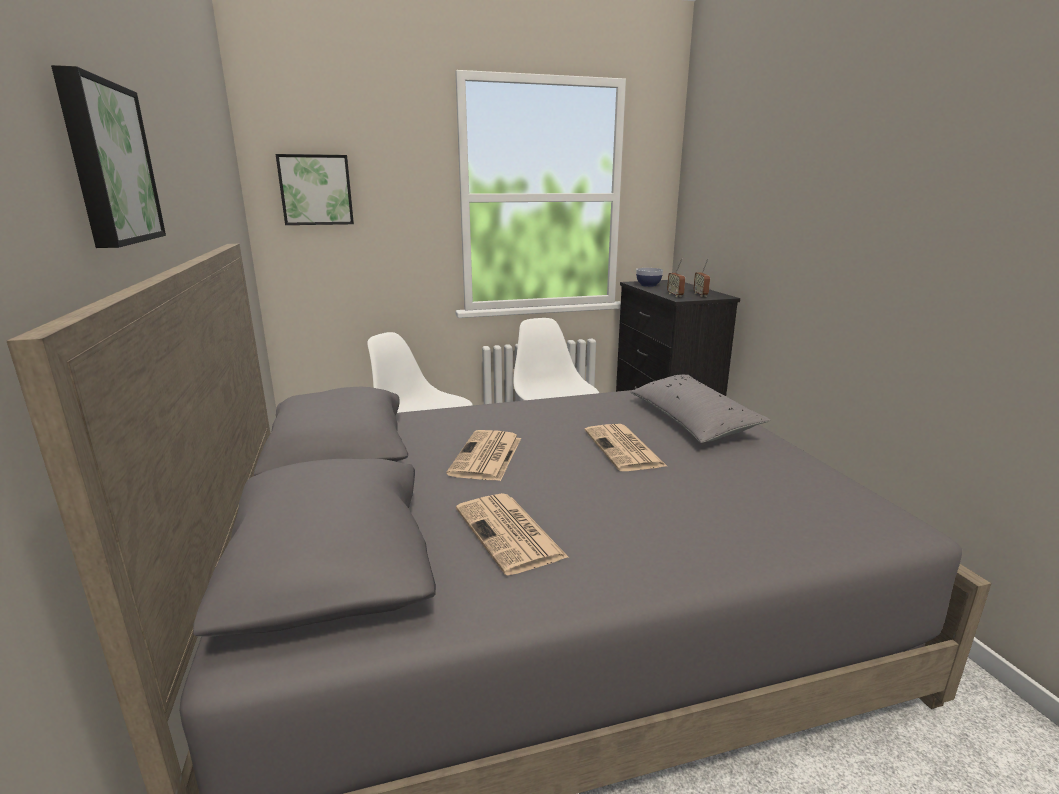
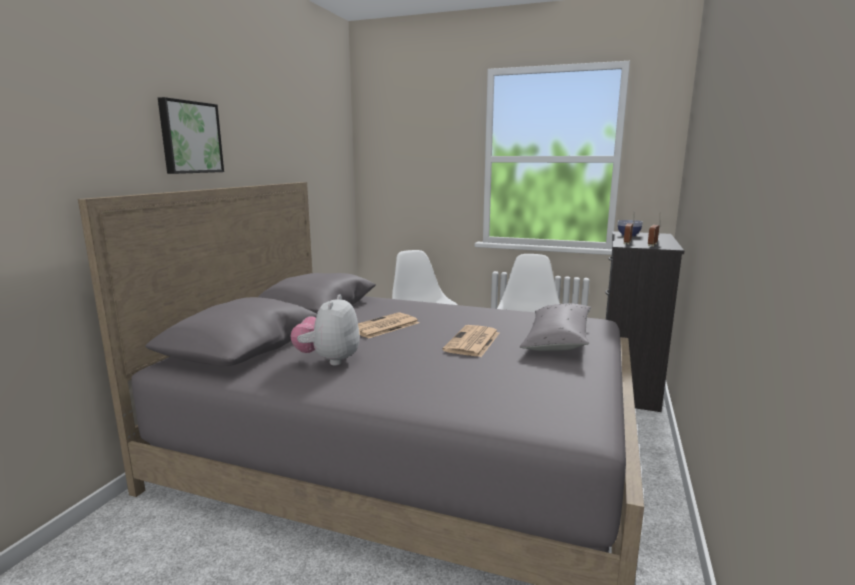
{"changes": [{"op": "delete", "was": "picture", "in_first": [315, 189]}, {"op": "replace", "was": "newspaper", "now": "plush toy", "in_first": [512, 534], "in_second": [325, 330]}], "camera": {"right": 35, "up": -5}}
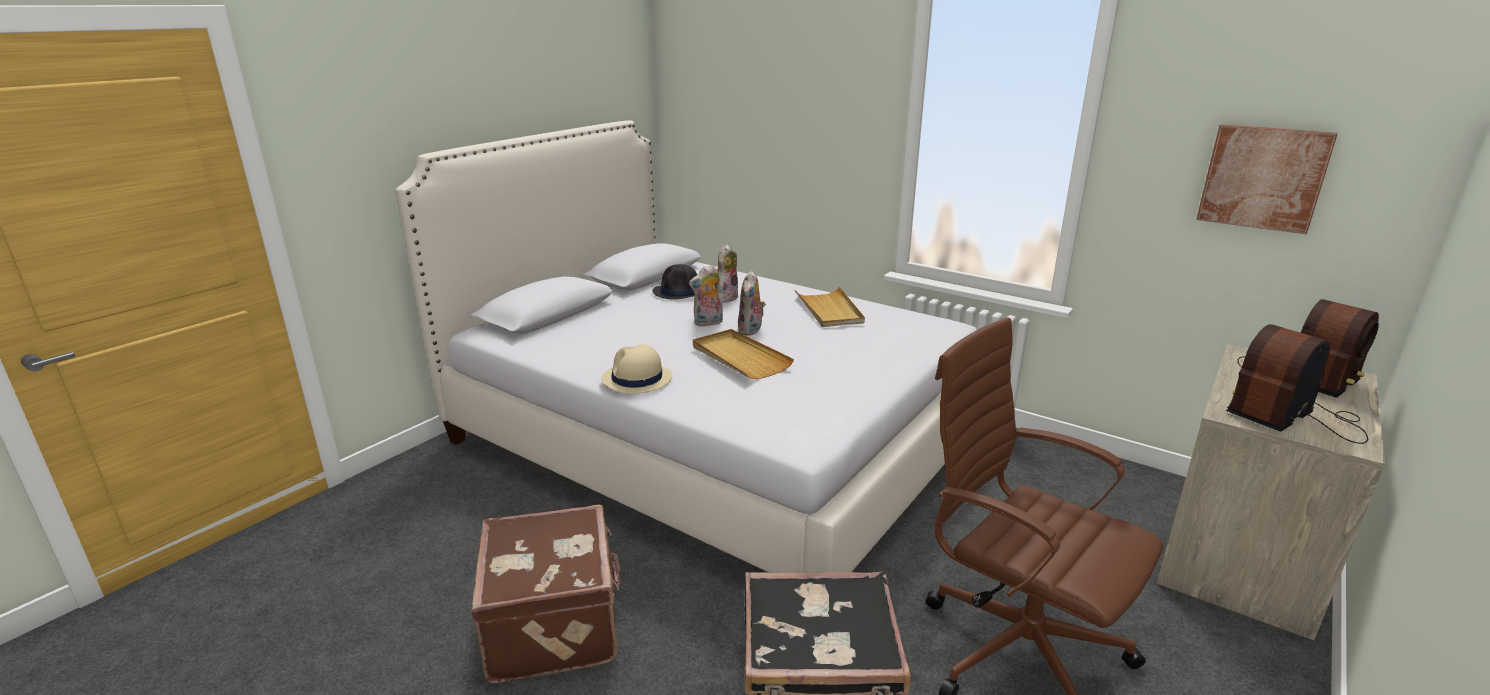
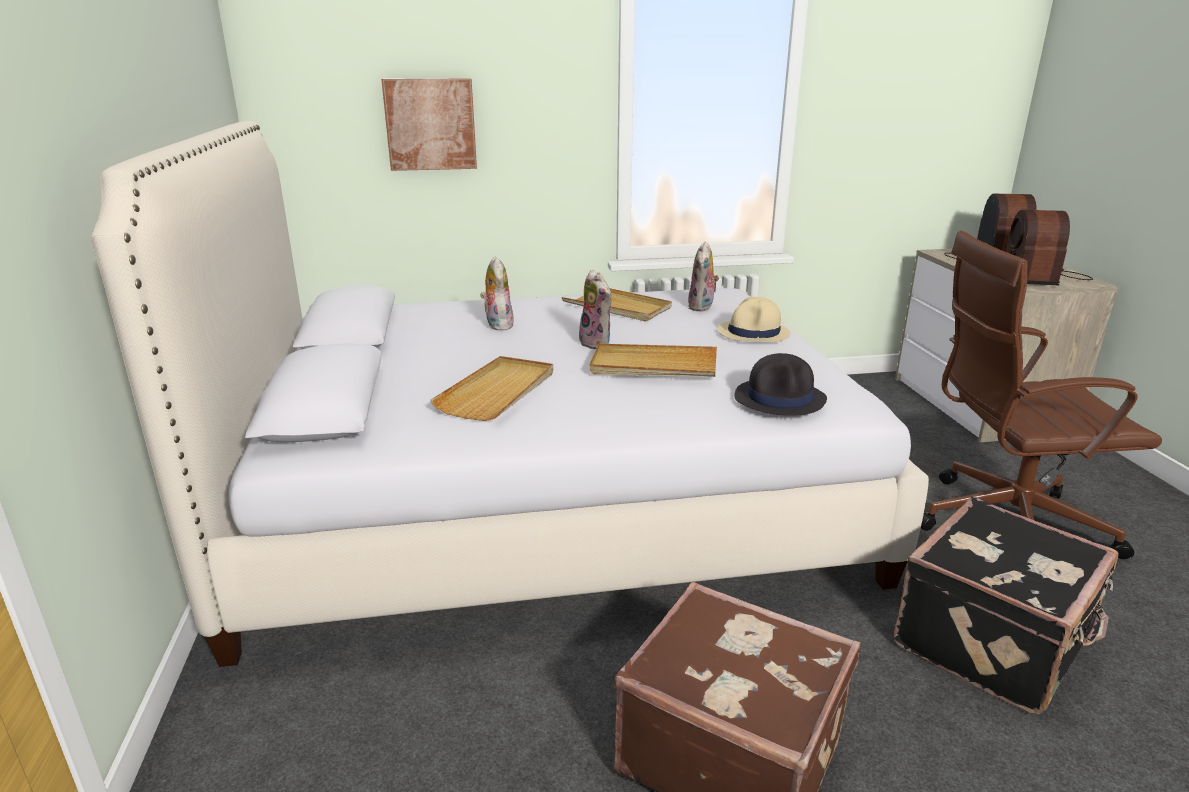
{"changes": [{"op": "insert", "now": "tray (beige)", "in_second": [492, 388]}, {"op": "move", "was": "hat (beige)", "in_first": [636, 369], "in_second": [754, 319]}, {"op": "move", "was": "hat (black)", "in_first": [674, 282], "in_second": [781, 384]}, {"op": "move", "was": "plush toy", "in_first": [706, 296], "in_second": [703, 276]}, {"op": "move", "was": "picture", "in_first": [1267, 179], "in_second": [429, 124]}], "camera": {"right": -45, "up": 0}}
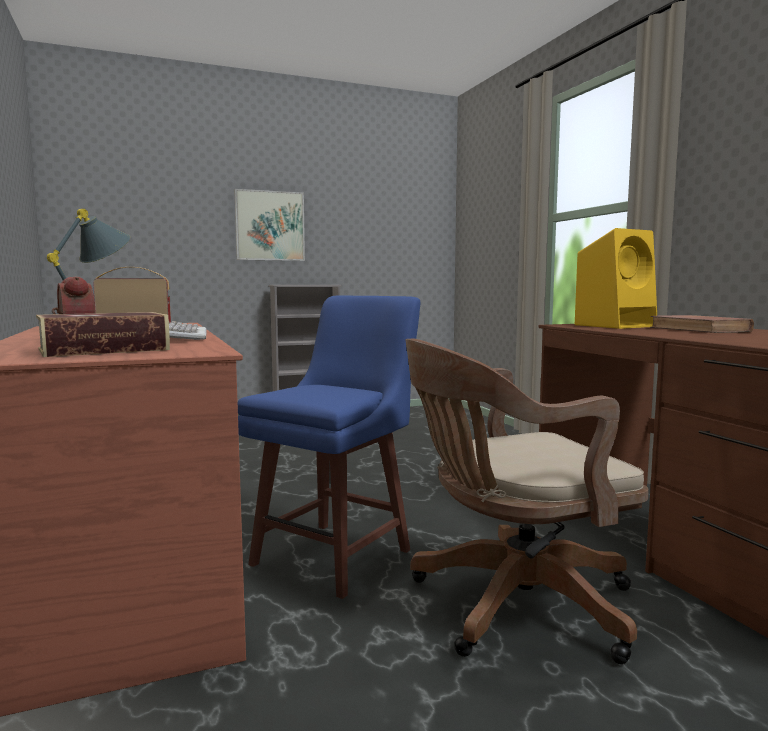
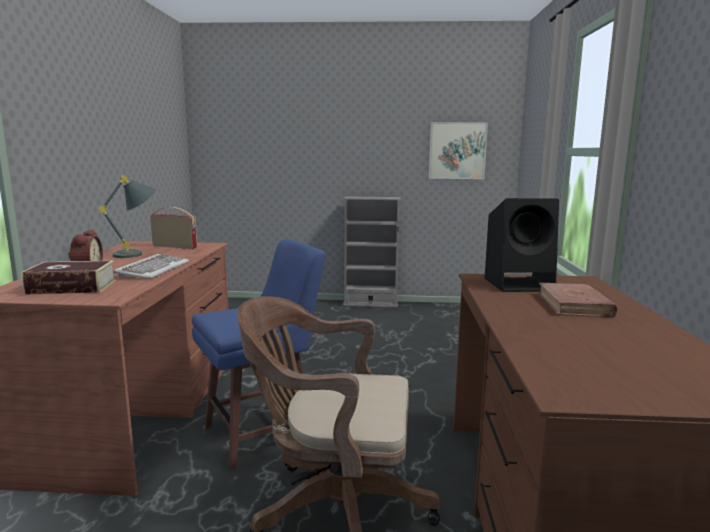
{"changes": [{"op": "move", "was": "picture", "in_first": [269, 225], "in_second": [458, 150]}, {"op": "recolor", "was": "speaker (yellow)", "now": "speaker (black)", "in_first": [616, 278], "in_second": [522, 245]}], "camera": {"right": 25, "up": 5}}
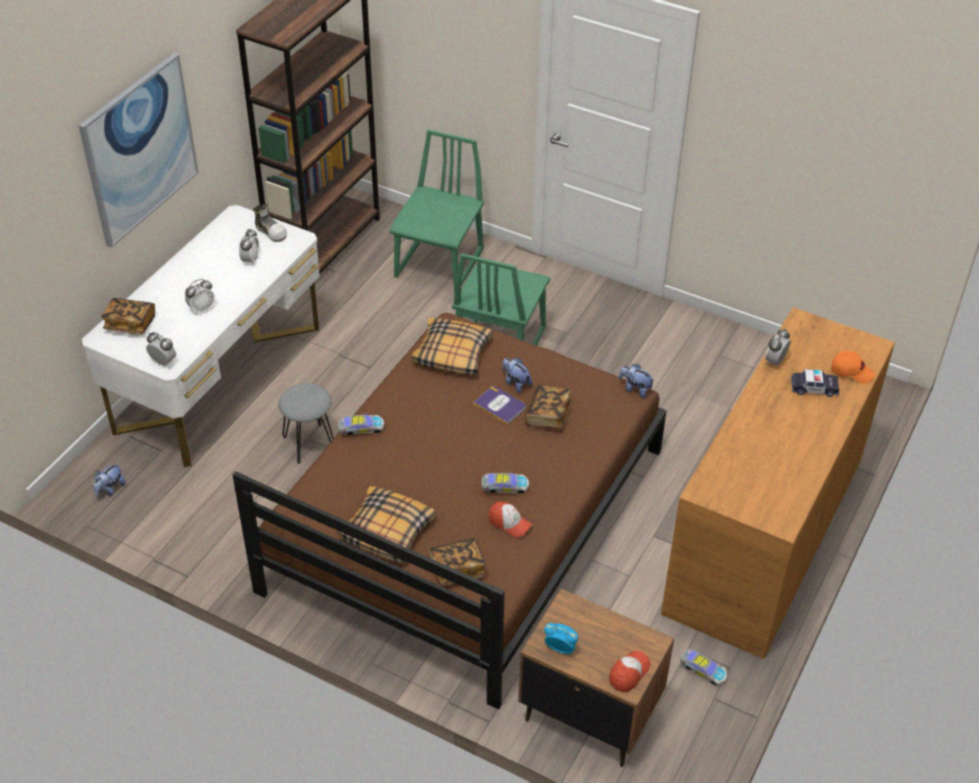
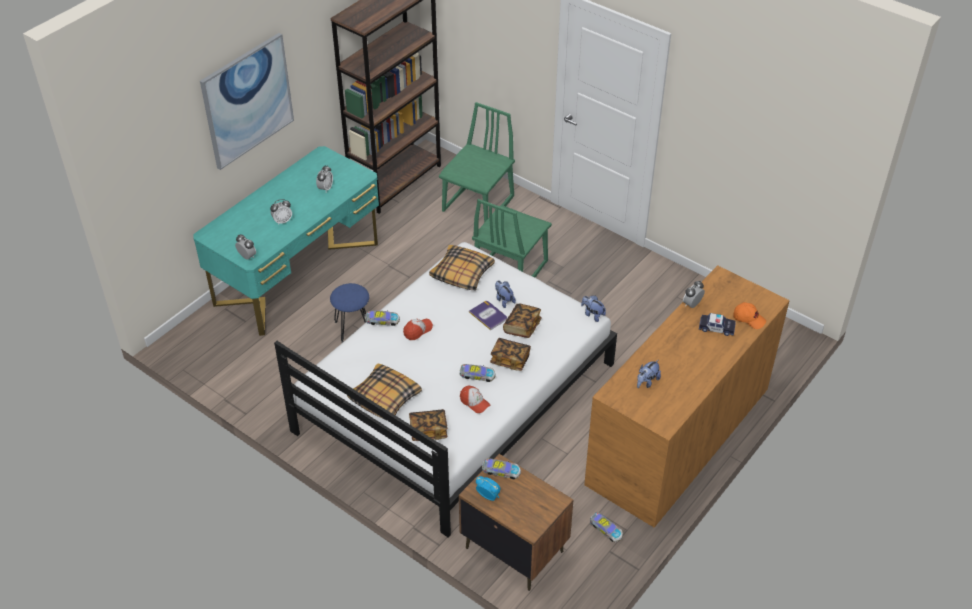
{"changes": [{"op": "delete", "was": "shoe", "in_first": [270, 223]}, {"op": "insert", "now": "toy car", "in_second": [501, 468]}, {"op": "move", "was": "plush toy", "in_first": [109, 480], "in_second": [649, 374]}, {"op": "move", "was": "book", "in_first": [128, 316], "in_second": [510, 354]}, {"op": "move", "was": "cap", "in_first": [629, 671], "in_second": [418, 329]}, {"op": "recolor", "was": "desk (white)", "now": "desk (turquoise)", "in_first": [201, 336], "in_second": [286, 241]}, {"op": "recolor", "was": "bed (brown)", "now": "bed (white)", "in_first": [450, 511], "in_second": [445, 390]}, {"op": "recolor", "was": "stool (grey)", "now": "stool (blue)", "in_first": [306, 423], "in_second": [349, 313]}], "camera": {"right": 10, "up": 0}}
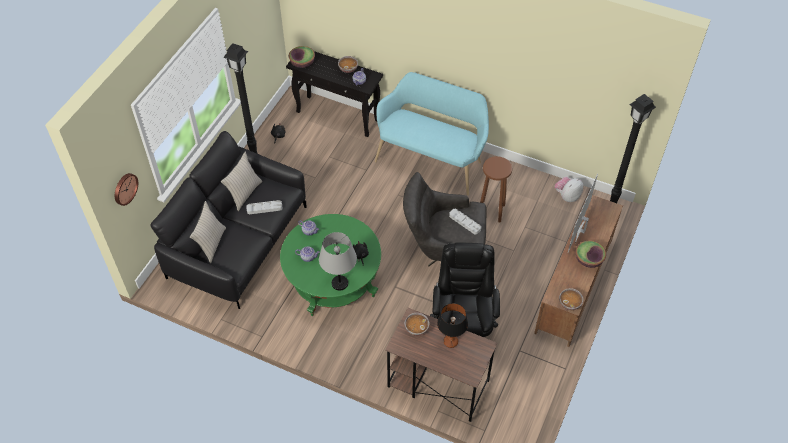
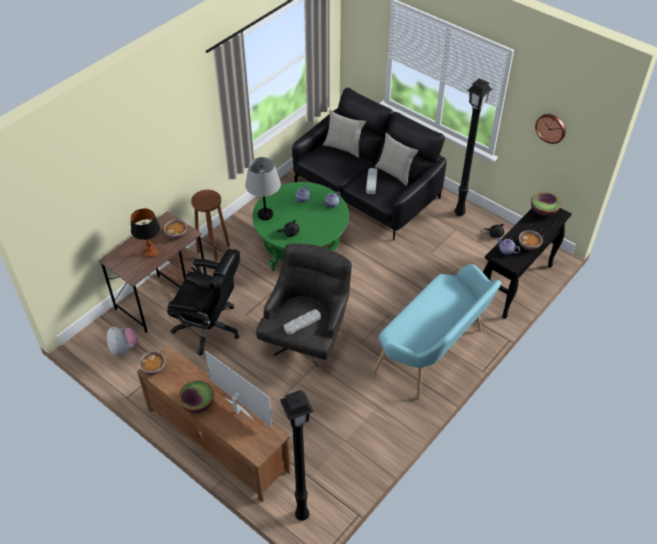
{"changes": [{"op": "move", "was": "wall clock", "in_first": [126, 189], "in_second": [550, 129]}, {"op": "move", "was": "stool (brown)", "in_first": [496, 189], "in_second": [210, 225]}, {"op": "move", "was": "plush toy", "in_first": [569, 189], "in_second": [123, 341]}], "camera": {"right": 105, "up": -5}}
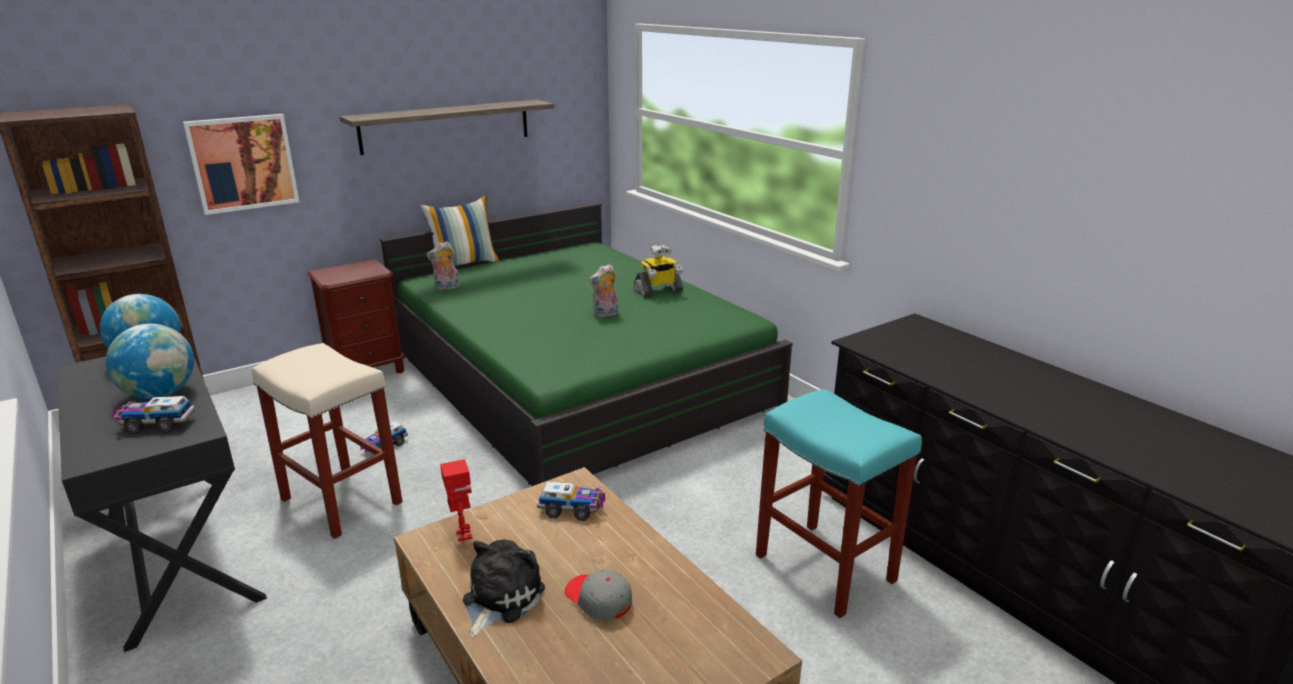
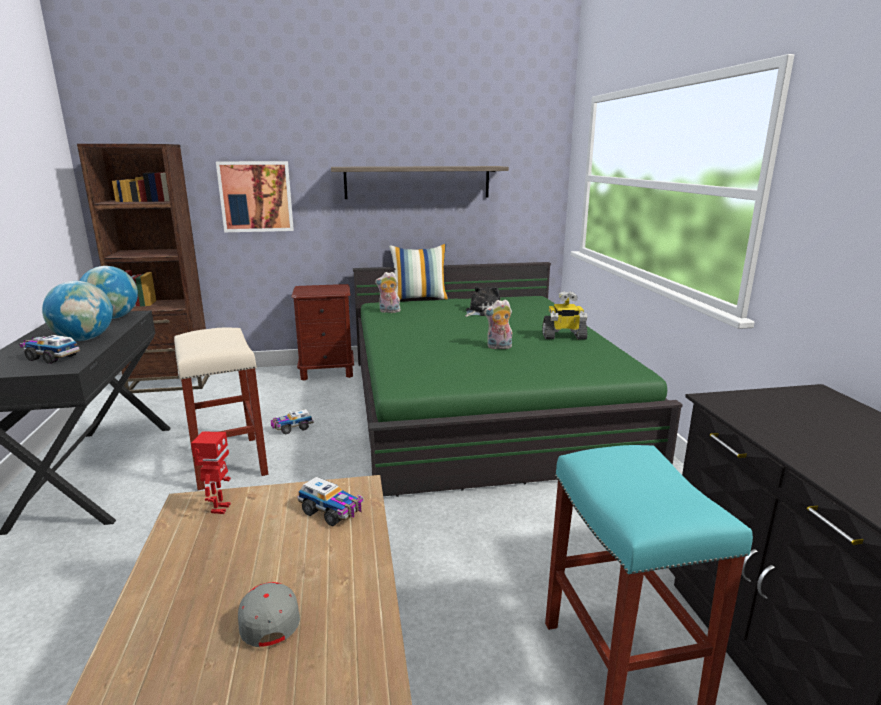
{"changes": [{"op": "move", "was": "plush toy", "in_first": [504, 588], "in_second": [482, 301]}], "camera": {"right": 25, "up": -5}}
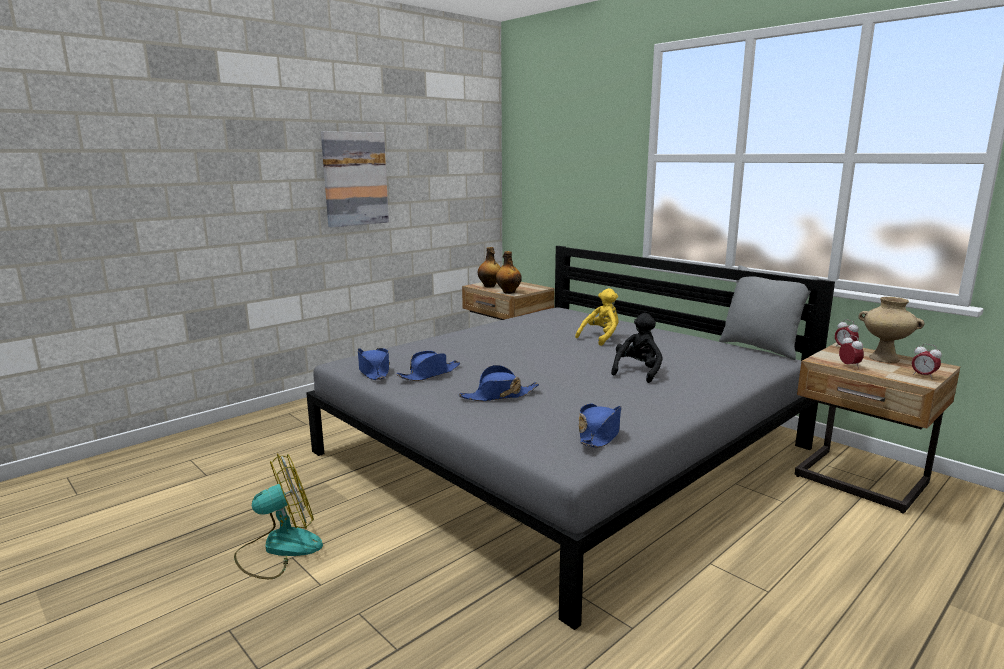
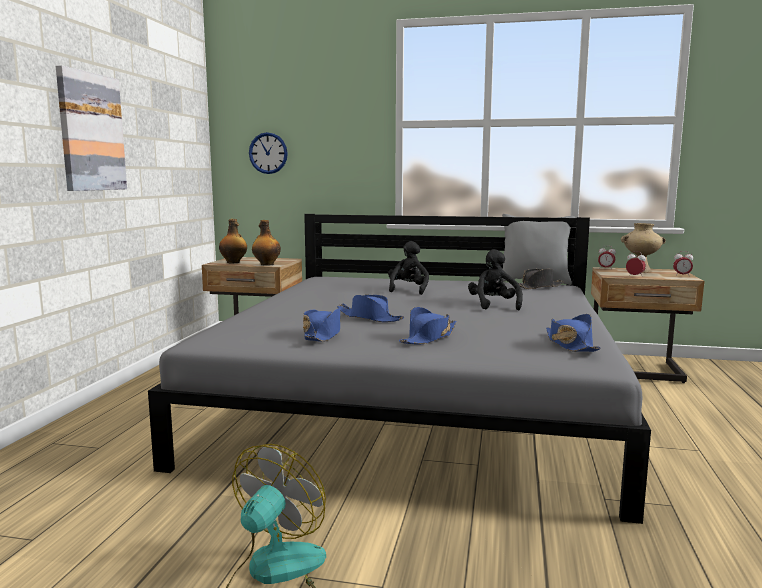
{"changes": [{"op": "insert", "now": "wall clock", "in_second": [268, 153]}, {"op": "insert", "now": "hat (black)", "in_second": [541, 279]}, {"op": "move", "was": "hat (blue)", "in_first": [374, 364], "in_second": [370, 308]}, {"op": "recolor", "was": "plush toy (yellow)", "now": "plush toy (black)", "in_first": [596, 317], "in_second": [408, 268]}], "camera": {"right": -35, "up": -5}}
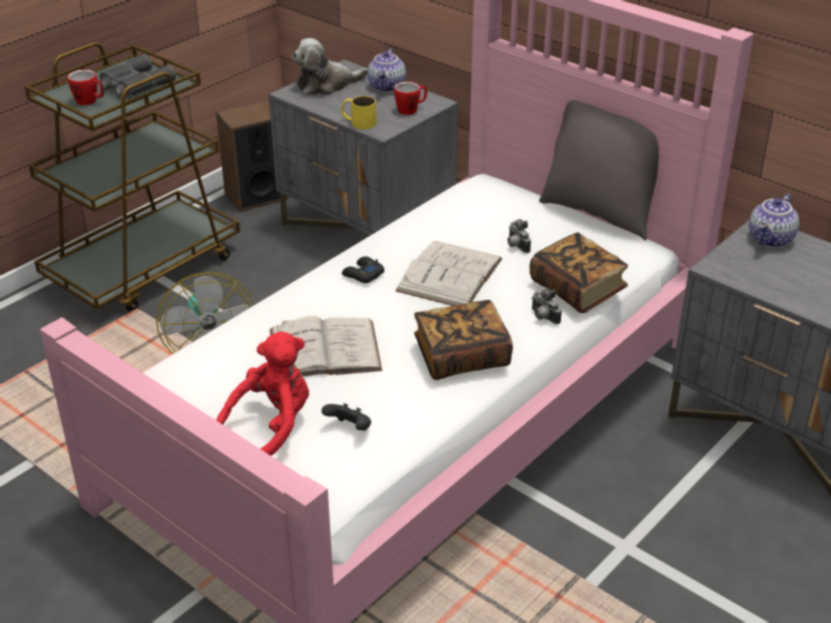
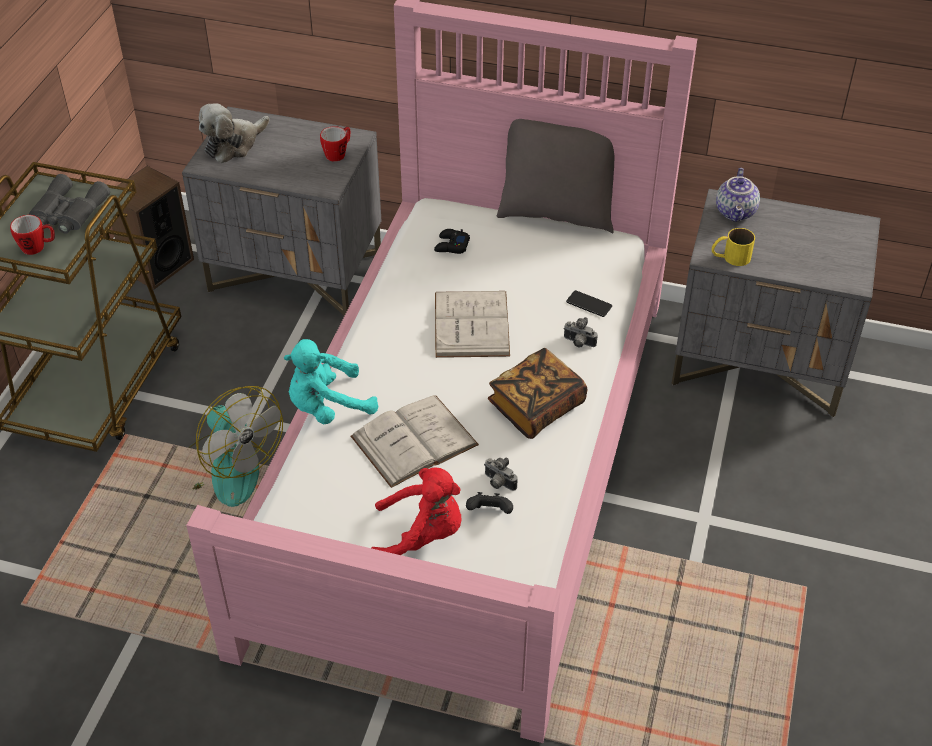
{"changes": [{"op": "delete", "was": "teapot", "in_first": [387, 70]}, {"op": "insert", "now": "plush toy (turquoise)", "in_second": [331, 381]}, {"op": "move", "was": "mug (yellow)", "in_first": [359, 112], "in_second": [733, 247]}, {"op": "move", "was": "game controller (black)", "in_first": [363, 269], "in_second": [452, 241]}, {"op": "move", "was": "photo camera", "in_first": [519, 236], "in_second": [501, 474]}, {"op": "replace", "was": "book", "now": "phone", "in_first": [579, 272], "in_second": [589, 303]}, {"op": "rotate", "was": "plush toy (red)", "in_first": [262, 394], "in_second": [416, 511], "clockwise": 75}], "camera": {"right": -25, "up": 10}}
